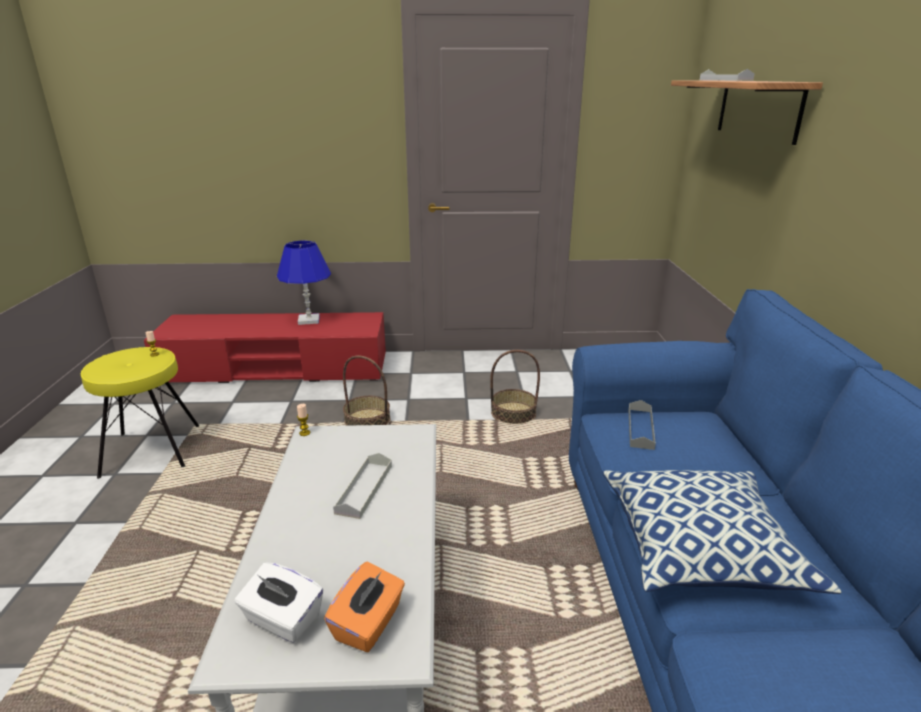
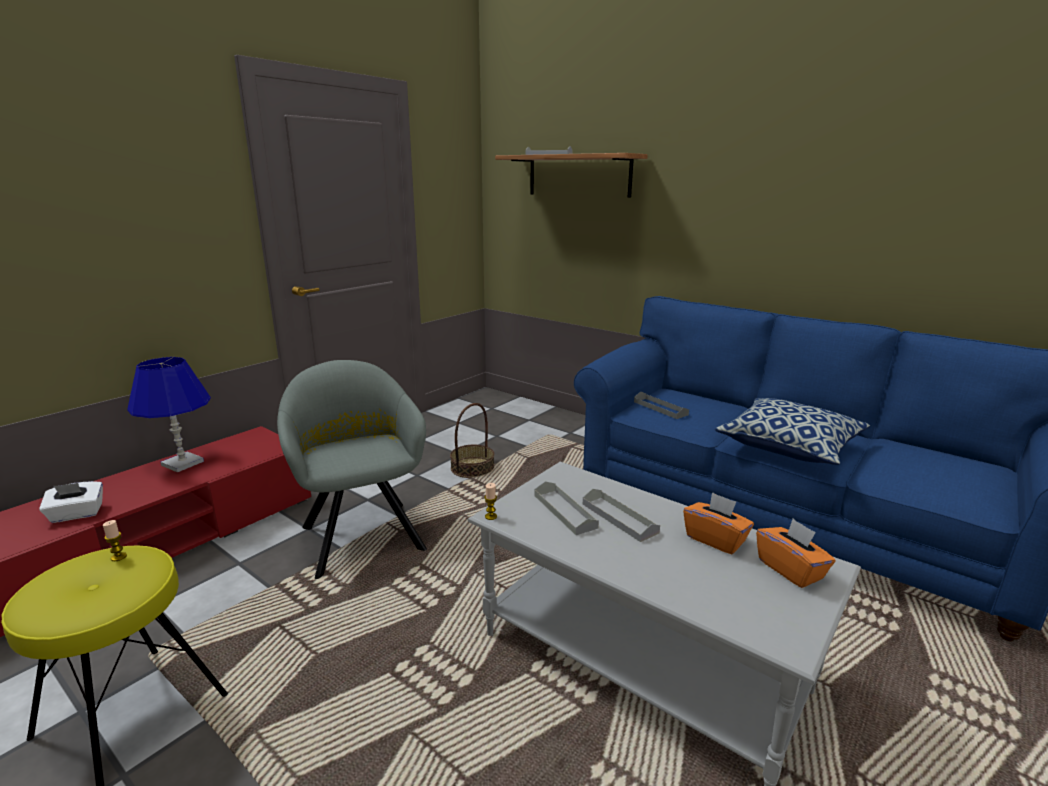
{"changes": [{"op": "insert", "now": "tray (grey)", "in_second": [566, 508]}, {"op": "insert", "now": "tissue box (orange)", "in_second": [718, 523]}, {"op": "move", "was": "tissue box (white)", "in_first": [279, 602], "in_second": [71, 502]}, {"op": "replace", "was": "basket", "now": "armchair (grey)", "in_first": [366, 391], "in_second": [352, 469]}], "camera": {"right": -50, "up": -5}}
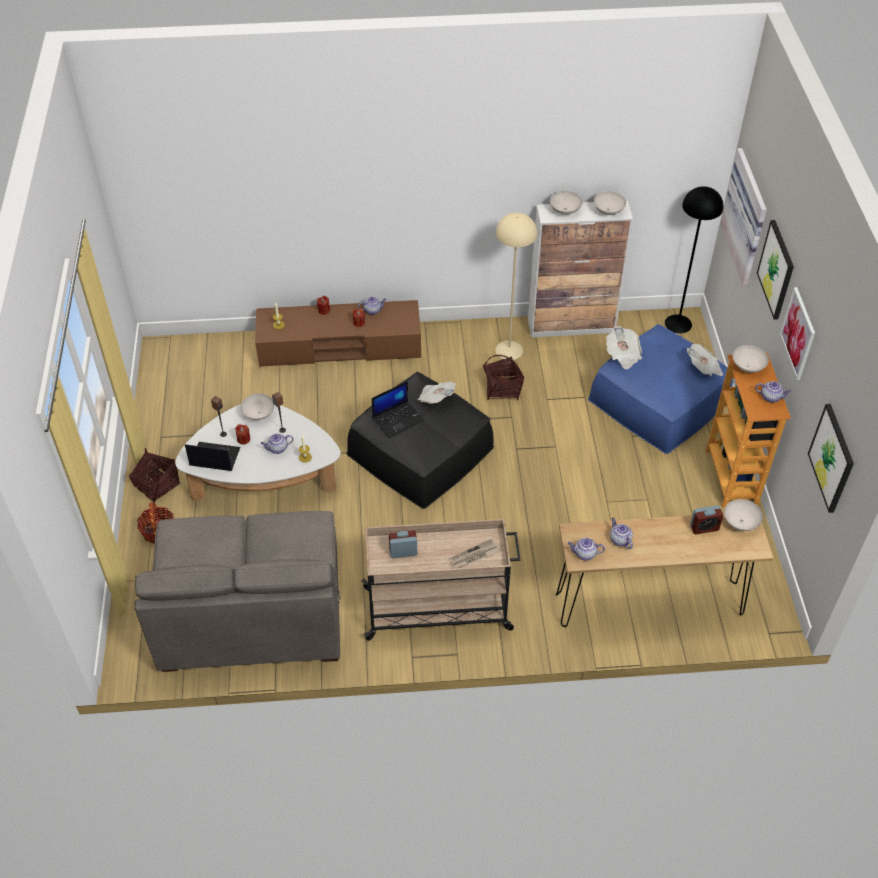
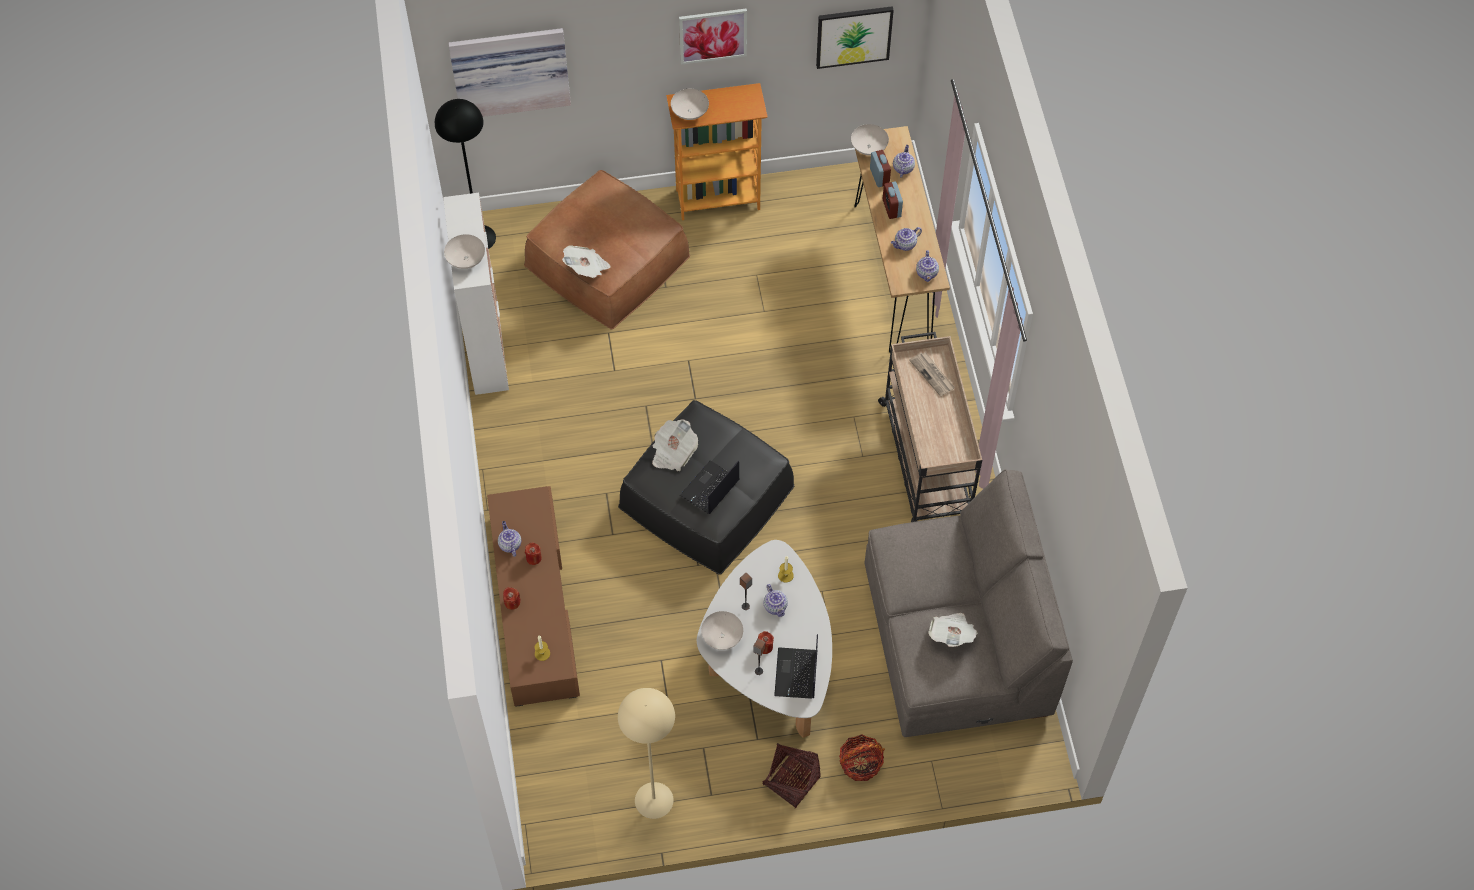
{"changes": [{"op": "delete", "was": "basket", "in_first": [503, 377]}, {"op": "delete", "was": "bowl (white)", "in_first": [609, 203]}, {"op": "delete", "was": "picture", "in_first": [775, 270]}, {"op": "move", "was": "alarm clock", "in_first": [403, 544], "in_second": [893, 200]}, {"op": "move", "was": "floor lamp (beige)", "in_first": [516, 286], "in_second": [646, 753]}, {"op": "move", "was": "newspaper", "in_first": [705, 360], "in_second": [953, 630]}, {"op": "move", "was": "teapot", "in_first": [773, 392], "in_second": [904, 161]}, {"op": "recolor", "was": "ottoman (blue)", "now": "ottoman (brown)", "in_first": [660, 389], "in_second": [607, 249]}, {"op": "rotate", "was": "laptop", "in_first": [398, 409], "in_second": [710, 487], "clockwise": -105}], "camera": {"right": -95, "up": 10}}
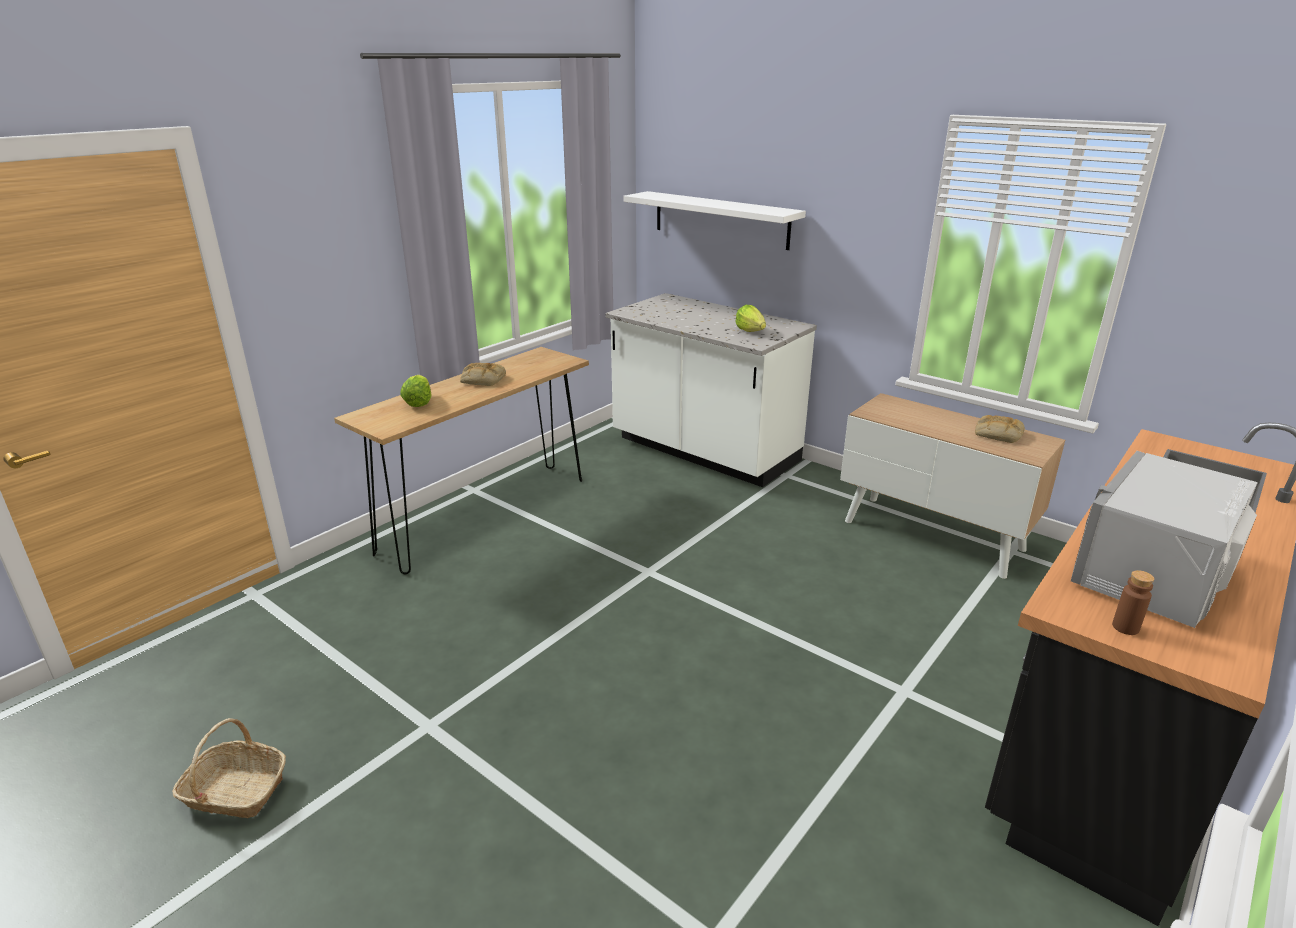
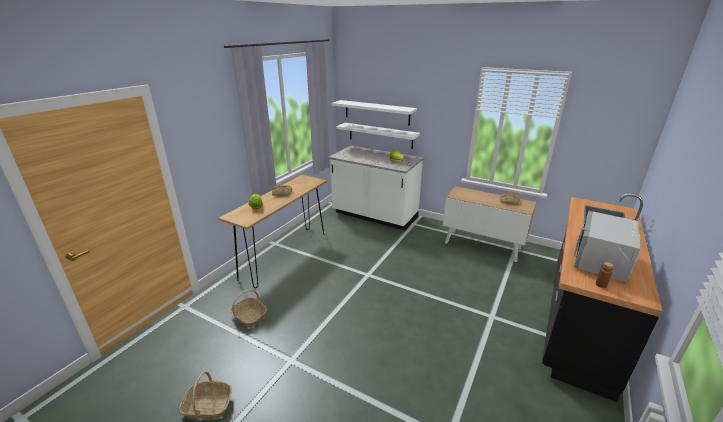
{"changes": [{"op": "insert", "now": "basket", "in_second": [248, 309]}, {"op": "insert", "now": "shelf (white)", "in_second": [378, 136]}], "camera": {"right": -10, "up": 0}}
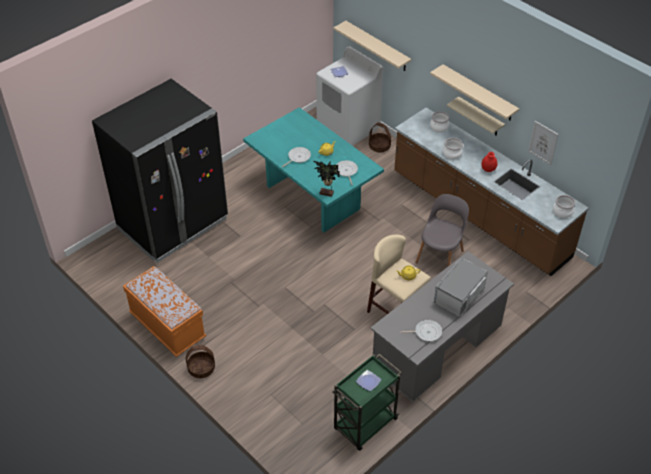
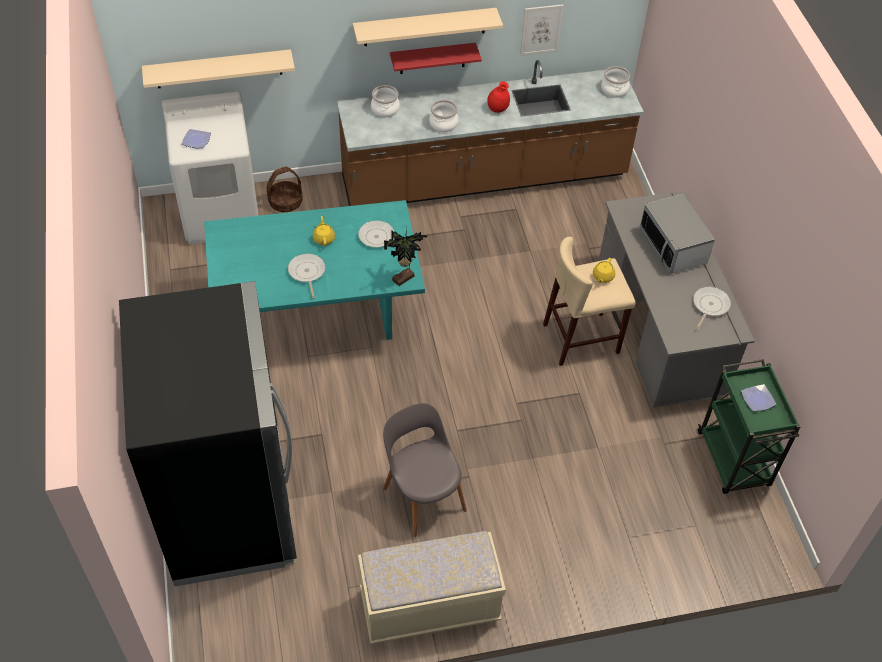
{"changes": [{"op": "delete", "was": "basket", "in_first": [200, 361]}, {"op": "move", "was": "chair (grey)", "in_first": [442, 230], "in_second": [425, 470]}, {"op": "recolor", "was": "bench (orange)", "now": "bench (beige)", "in_first": [164, 311], "in_second": [432, 587]}, {"op": "recolor", "was": "shelf (beige)", "now": "shelf (red)", "in_first": [476, 116], "in_second": [436, 58]}], "camera": {"right": -60, "up": 5}}
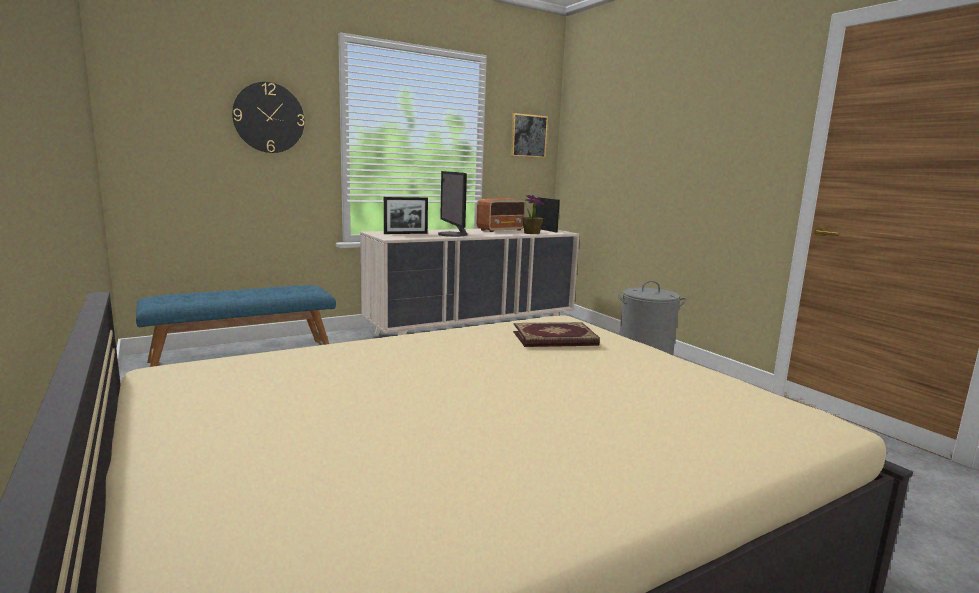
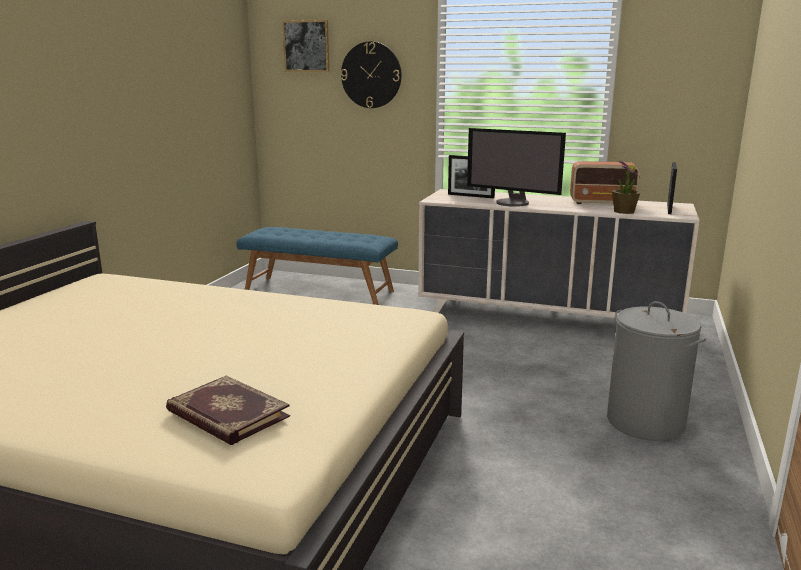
{"changes": [{"op": "move", "was": "picture", "in_first": [529, 135], "in_second": [305, 46]}, {"op": "move", "was": "book", "in_first": [556, 334], "in_second": [228, 410]}, {"op": "rotate", "was": "monitor", "in_first": [453, 204], "in_second": [516, 167], "clockwise": -90}], "camera": {"right": 50, "up": 5}}
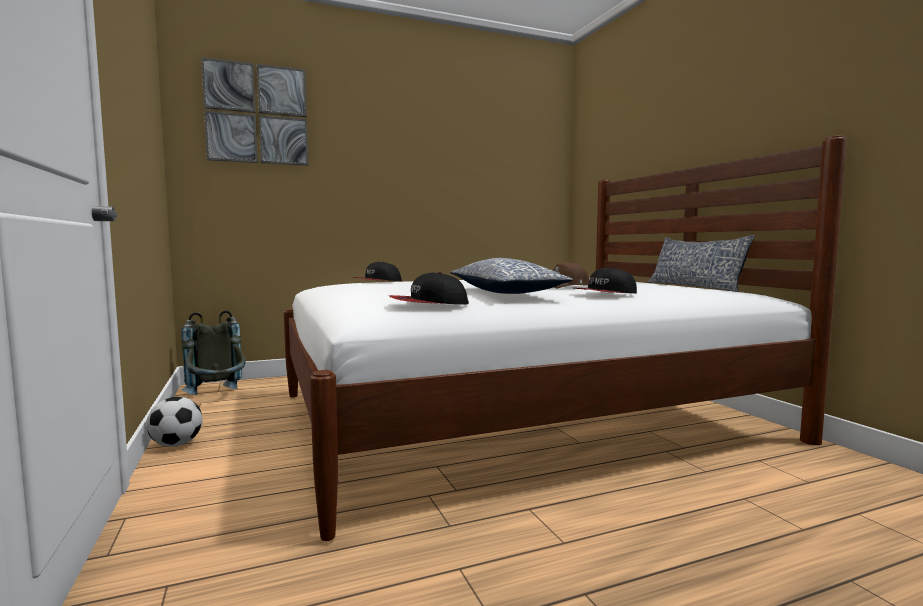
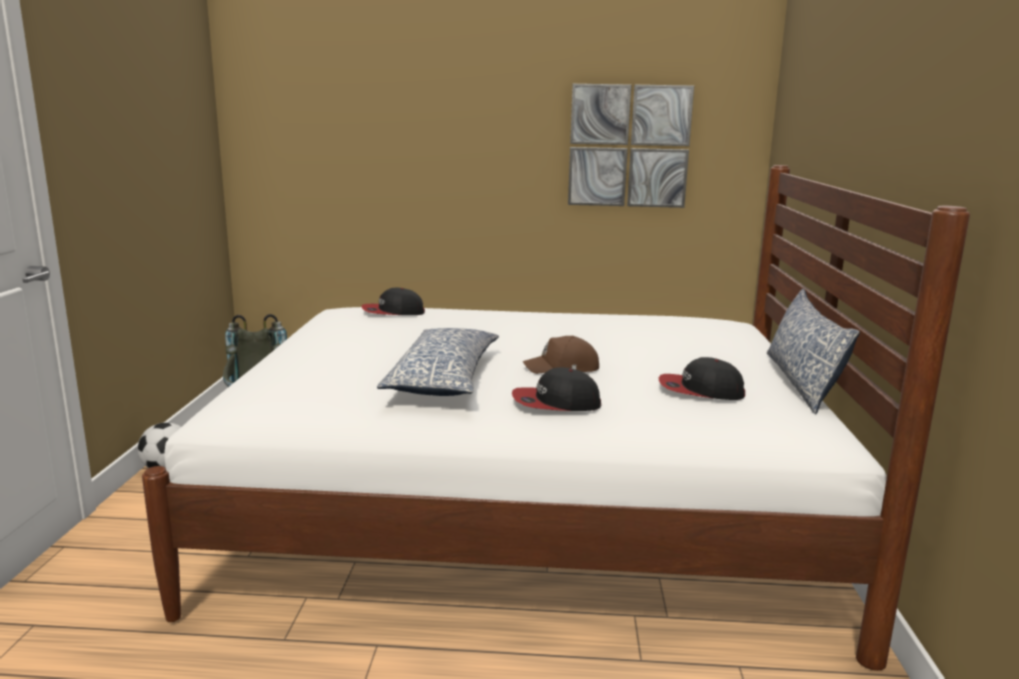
{"changes": [{"op": "move", "was": "picture", "in_first": [255, 111], "in_second": [631, 146]}, {"op": "move", "was": "cap", "in_first": [429, 288], "in_second": [702, 378]}], "camera": {"right": 25, "up": 10}}
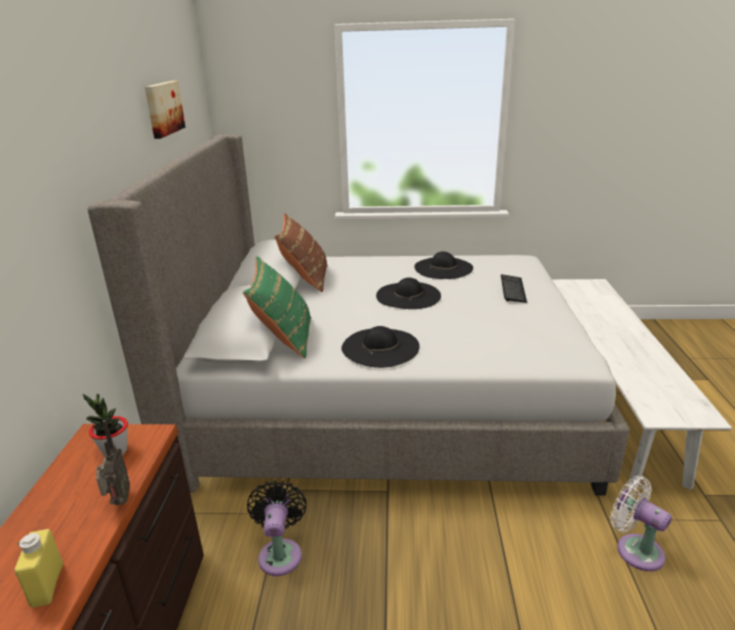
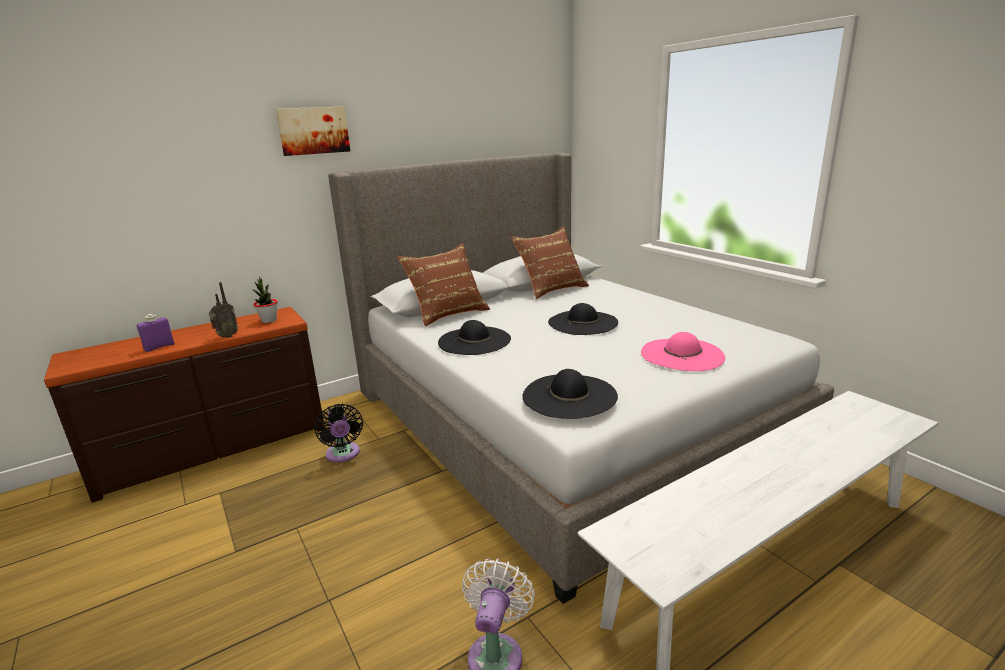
{"changes": [{"op": "move", "was": "picture", "in_first": [165, 110], "in_second": [313, 131]}, {"op": "move", "was": "hat (black)", "in_first": [443, 265], "in_second": [570, 394]}, {"op": "replace", "was": "keyboard", "now": "hat (pink)", "in_first": [514, 288], "in_second": [683, 351]}, {"op": "recolor", "was": "bottle (yellow)", "now": "bottle (purple)", "in_first": [38, 568], "in_second": [156, 333]}, {"op": "recolor", "was": "pillow (green)", "now": "pillow (brown)", "in_first": [277, 307], "in_second": [443, 284]}, {"op": "rotate", "was": "fan (black)", "in_first": [277, 528], "in_second": [338, 433], "clockwise": 105}], "camera": {"right": 55, "up": -5}}
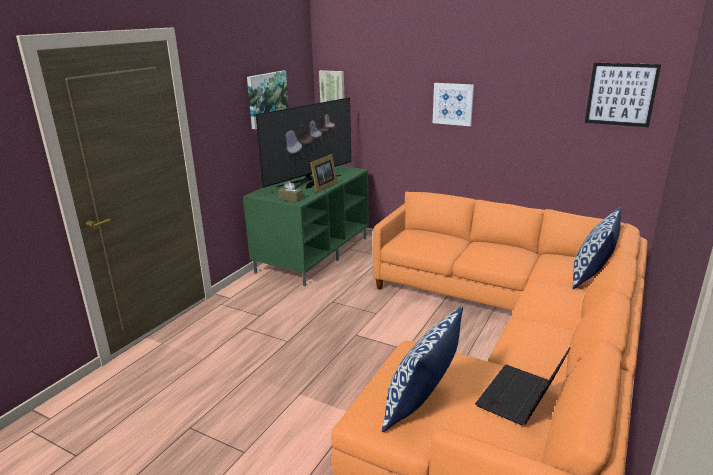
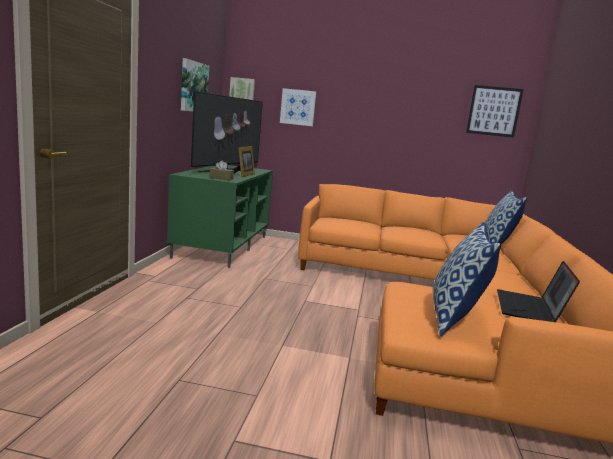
{"changes": [{"op": "move", "was": "picture", "in_first": [453, 104], "in_second": [298, 107]}], "camera": {"right": -20, "up": -10}}
